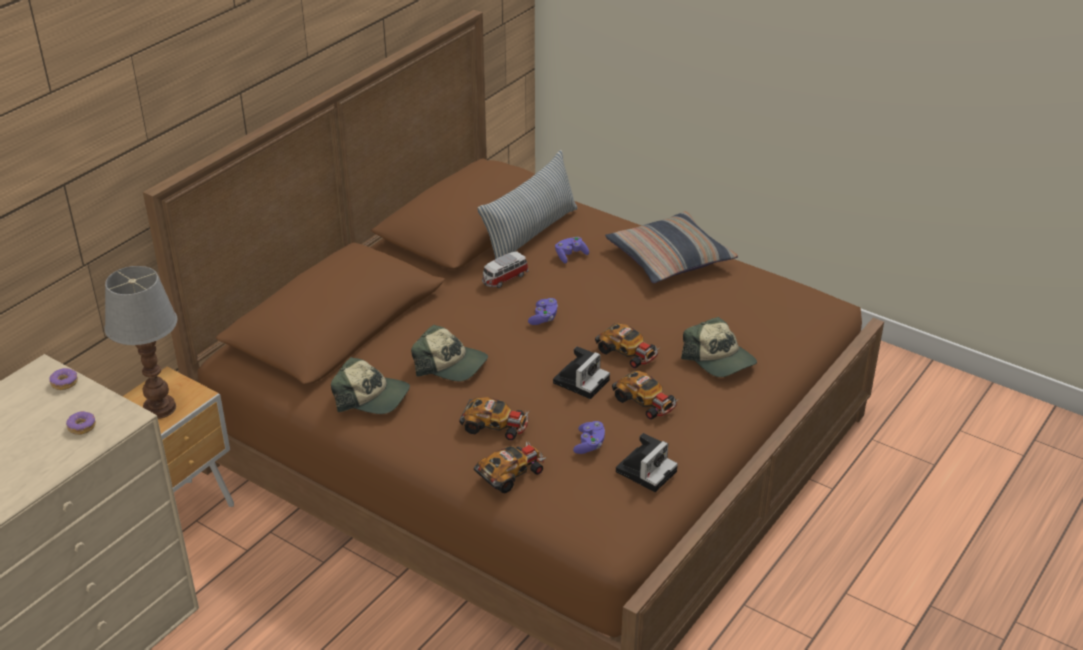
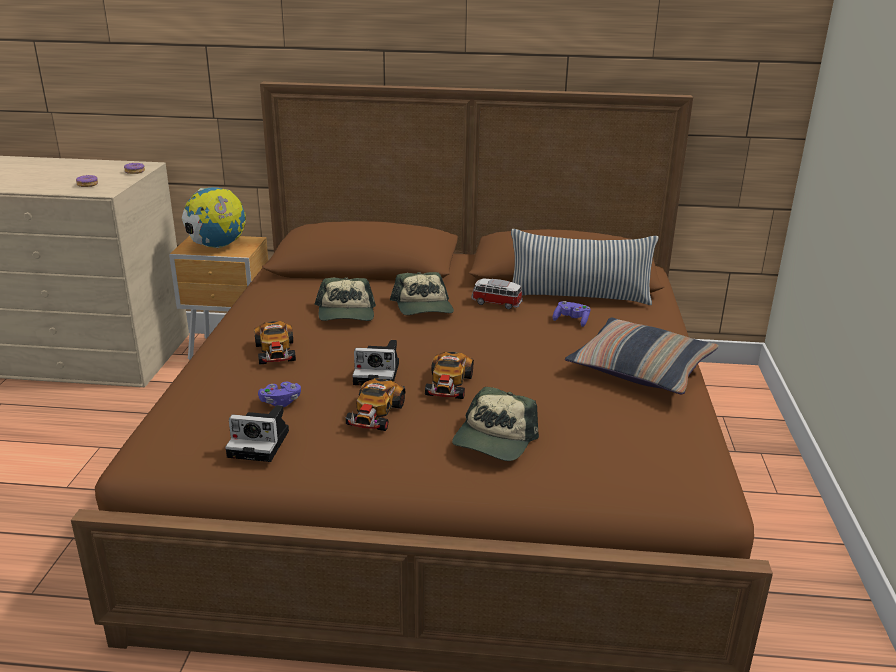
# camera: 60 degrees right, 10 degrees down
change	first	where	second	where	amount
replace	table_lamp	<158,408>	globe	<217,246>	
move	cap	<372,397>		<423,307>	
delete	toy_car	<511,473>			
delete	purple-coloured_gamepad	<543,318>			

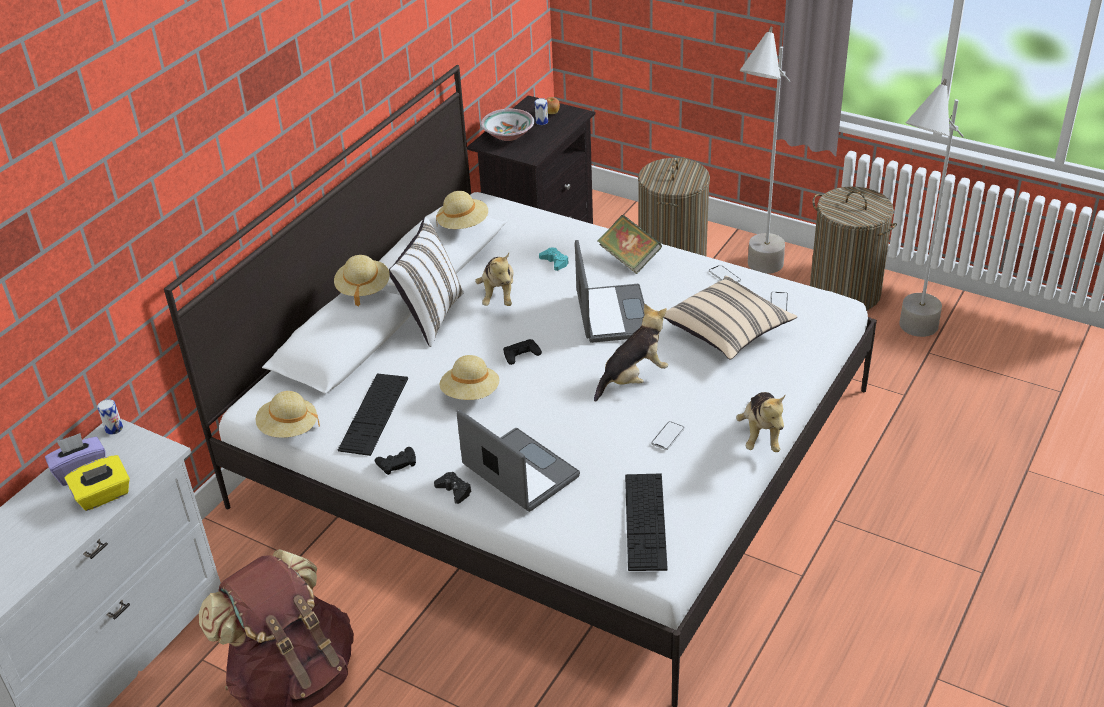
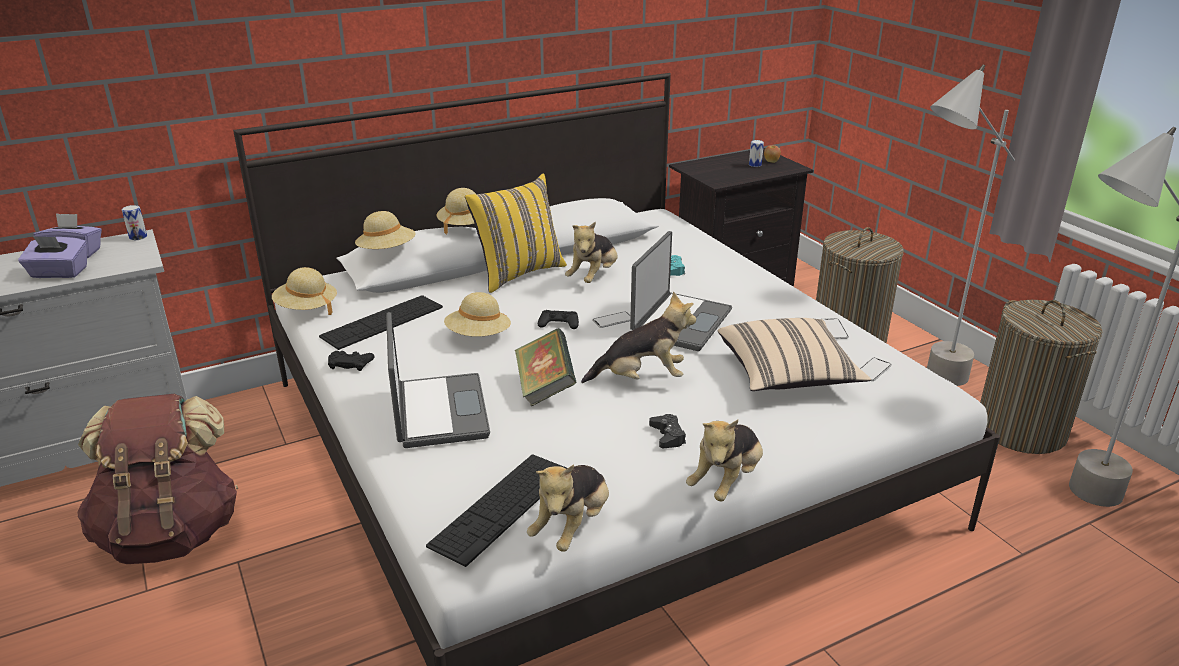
# camera: 30 degrees right, 10 degrees down
change	first	where	second	where	amount
recolor	yellowish_tissue_box	<103,496>	purple-coloured_tissue_box	<59,273>	
move	beige-coloured_hat	<463,225>		<387,251>	
recolor	white-coloured_throw_pillow	<430,316>	yellowish_throw_pillow	<518,273>	
move	volume	<629,259>		<545,387>	
insert			soft_toy	<572,526>	
move	telephone	<668,436>		<613,320>	
move	blackish_gamepad	<454,490>		<667,436>	
delete	deep_dish	<507,135>			

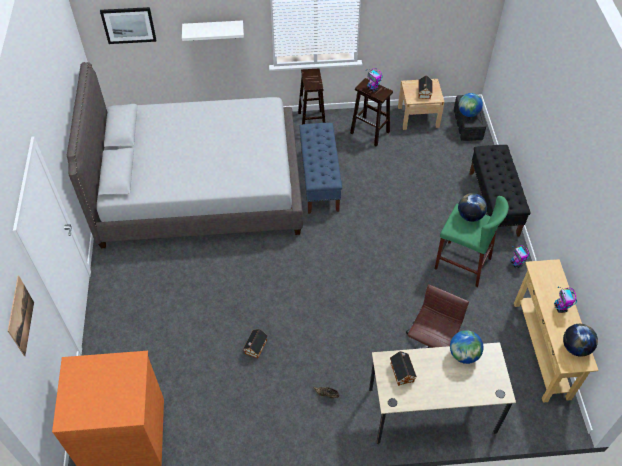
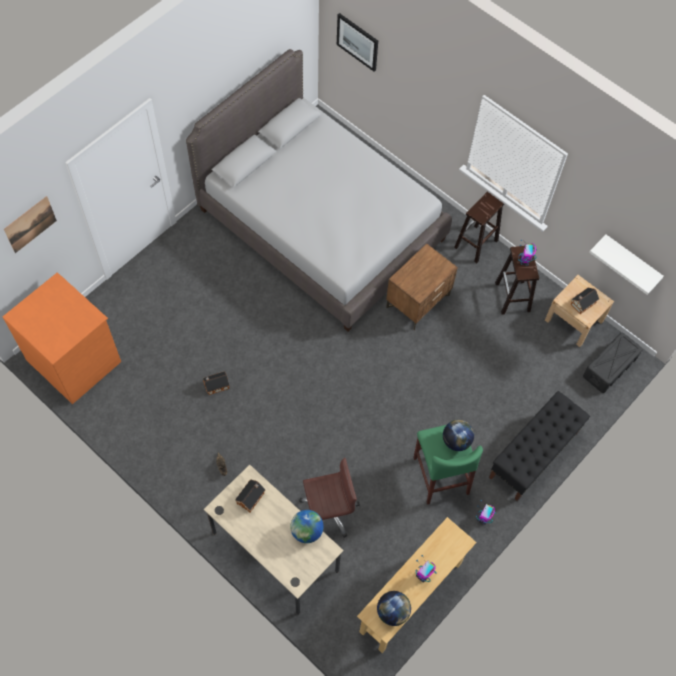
# camera: 45 degrees right, 10 degrees up
change	first	where	second	where	amount
replace	blue-coloured_long_seat	<319,180>	brownish_night_table	<418,301>	
move	white-coloured_wall_shelf	<213,30>		<631,261>	
delete	globe	<468,113>			

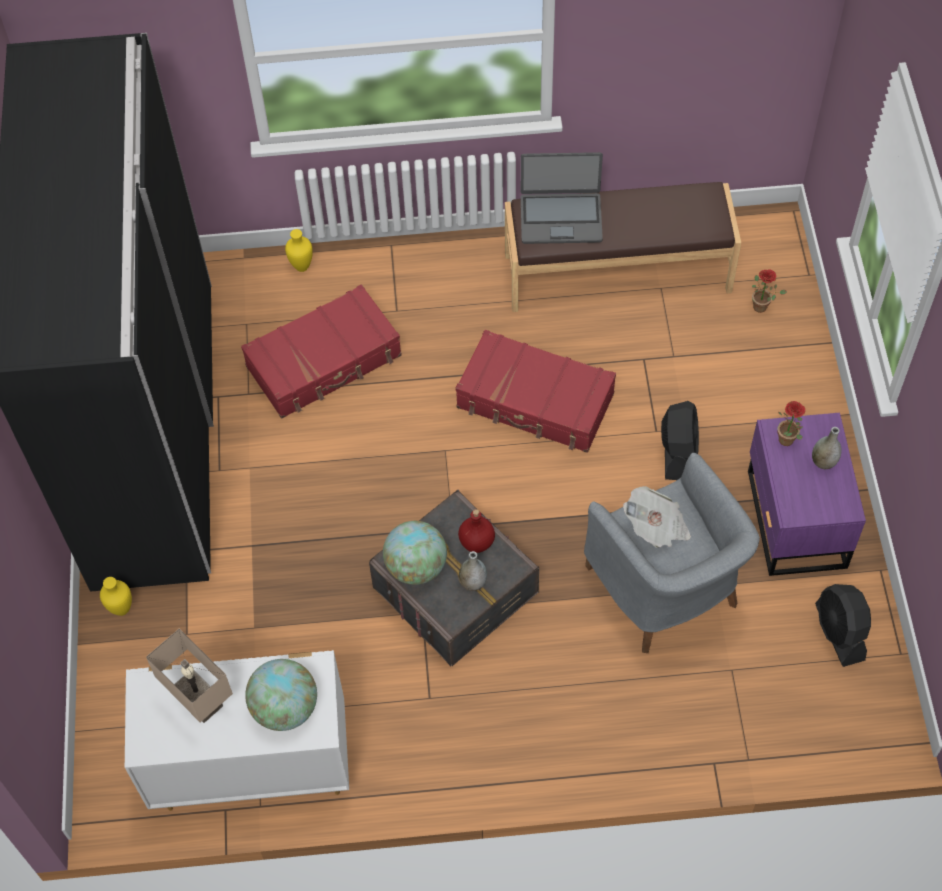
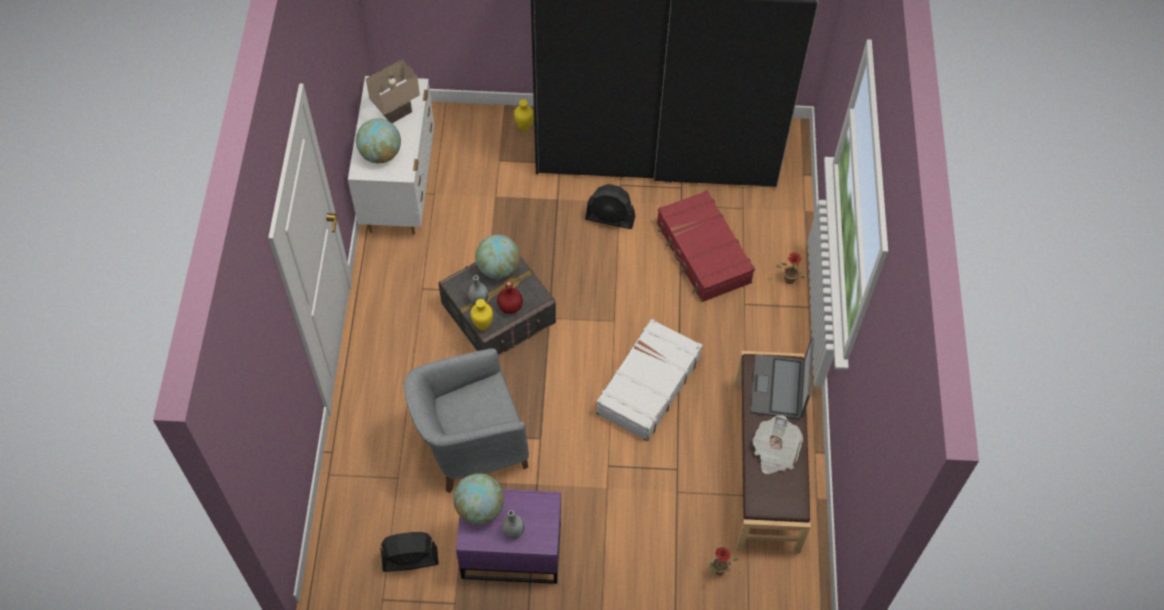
# camera: 95 degrees right, 0 degrees up
change	first	where	second	where	amount
insert			globe	<480,508>	
move	yellowish_vase	<302,266>		<483,326>	
move	blackish_electric_fan	<677,451>		<610,218>	
recolor	red-coloured_piece_of_luggage	<535,402>	white-coloured_piece_of_luggage	<647,386>	
move	printed_paper	<656,527>		<774,452>	
move	potted_plant	<788,442>		<787,280>	

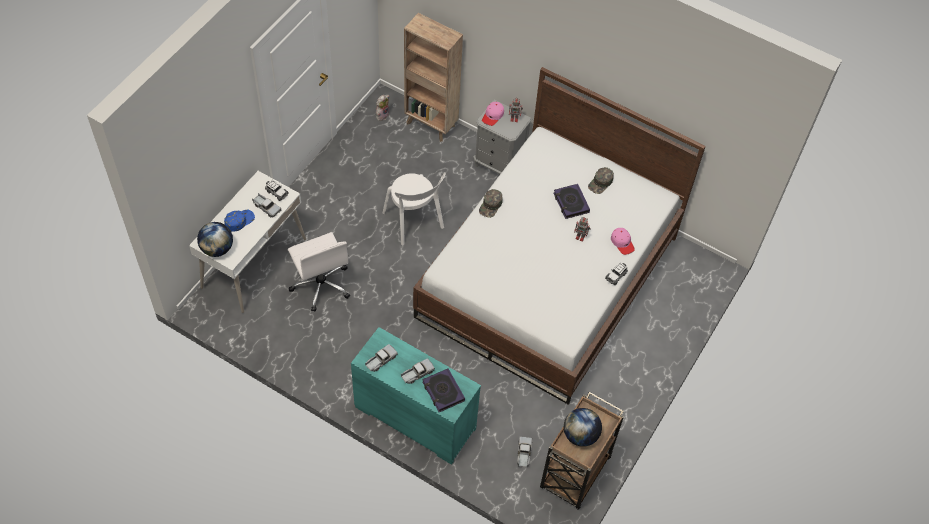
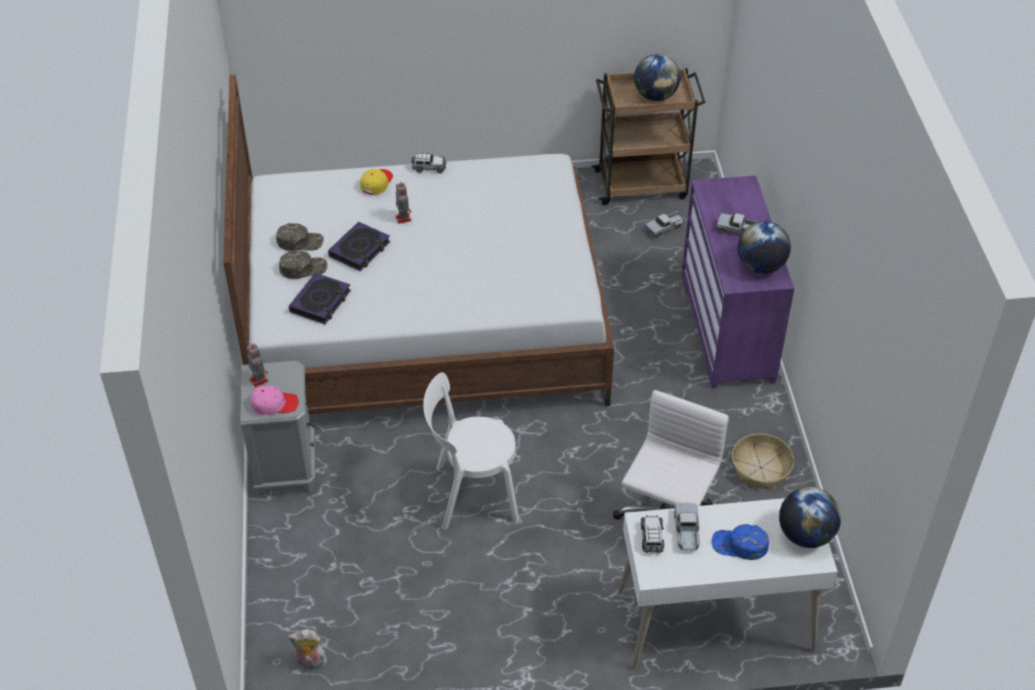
# camera: 125 degrees left, 10 degrees down
change	first	where	second	where	amount
move	green-coloured_cap	<491,205>		<303,268>	
move	volume	<443,392>		<320,302>	
recolor	pinkish_cap	<622,243>	yellowish_cap	<376,183>	
rotate	white-coloured_chair	<414,222>		<471,494>	120 degrees counterclockwise
recolor	turquoise_drawer_chest	<414,418>	purple-coloured_drawer_chest	<728,327>	
insert			storage_basket	<760,467>	
replace	model_truck	<381,360>	globe	<761,266>	
delete	brownish_bookcase	<431,125>			

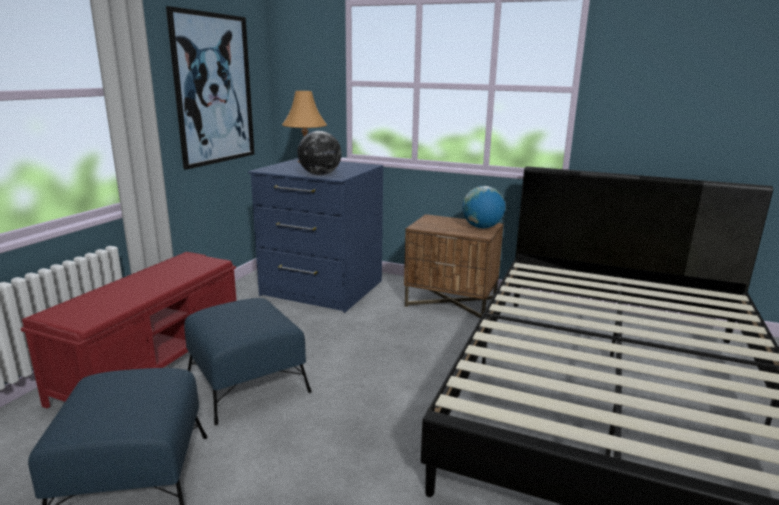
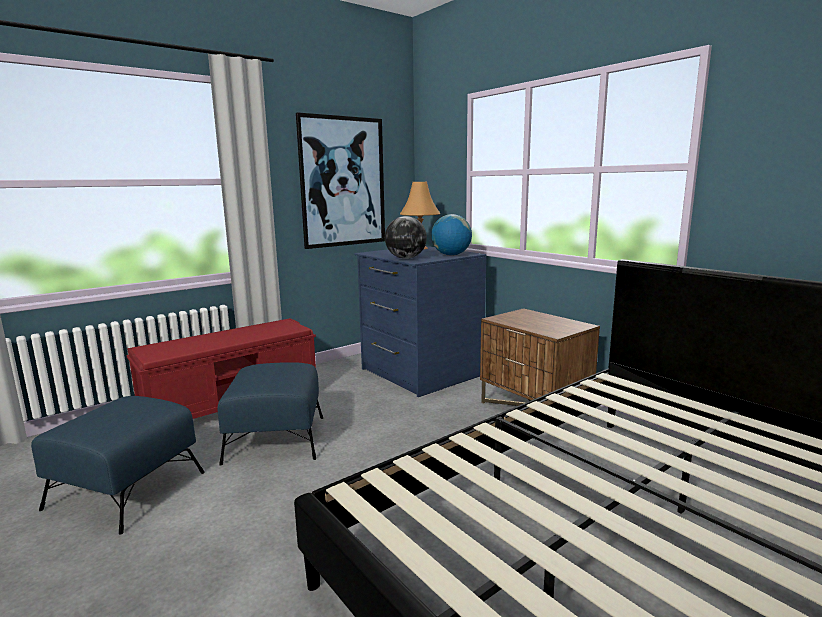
# camera: 30 degrees right, 5 degrees down
change	first	where	second	where	amount
move	globe	<481,227>		<451,255>	

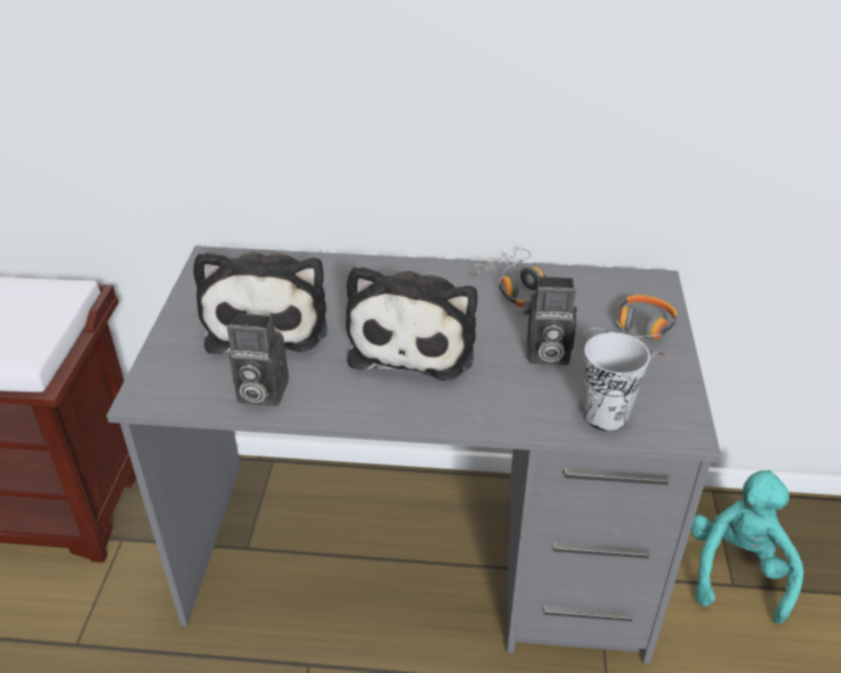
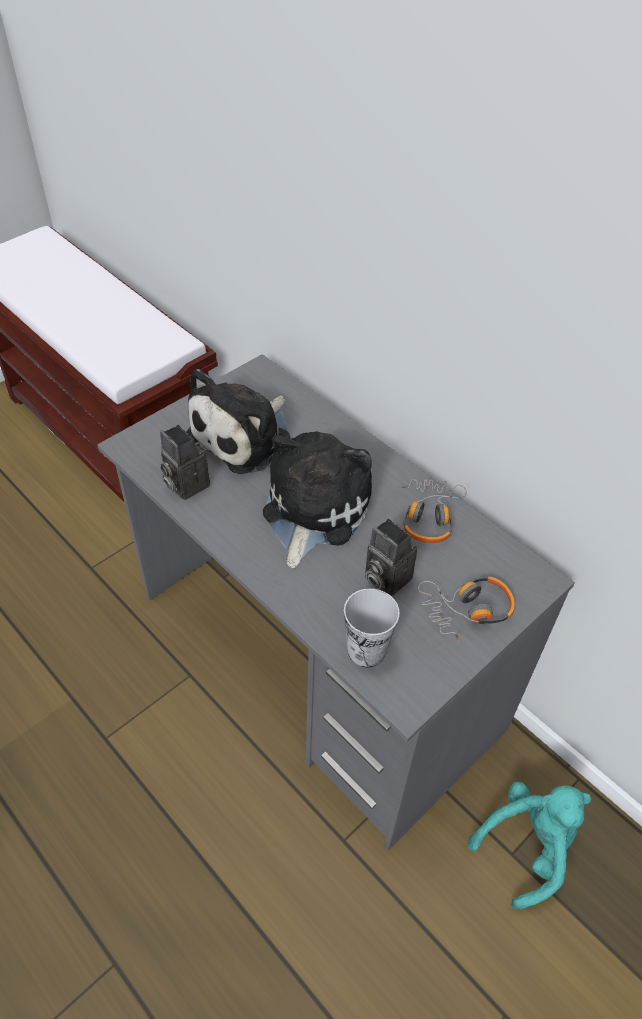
# camera: 40 degrees right, 10 degrees up
change	first	where	second	where	amount
rotate	soft_toy	<415,340>		<312,510>	150 degrees clockwise

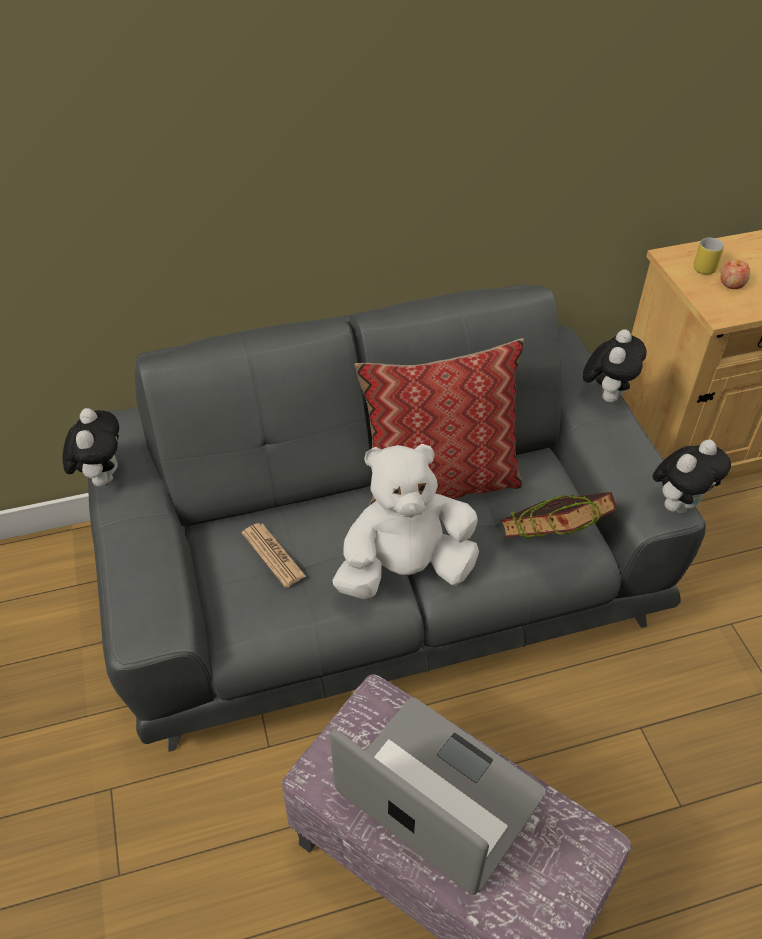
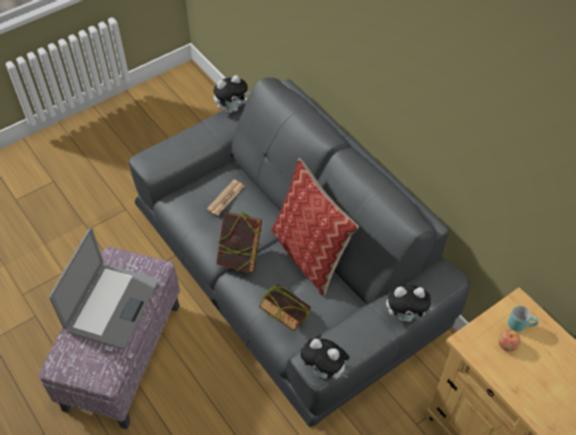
# camera: 70 degrees right, 5 degrees up
change	first	where	second	where	amount
replace	white-coloured_soft_toy	<405,569>	volume	<240,257>	
recolor	yellowish_mug	<704,265>	turquoise_mug	<520,324>	

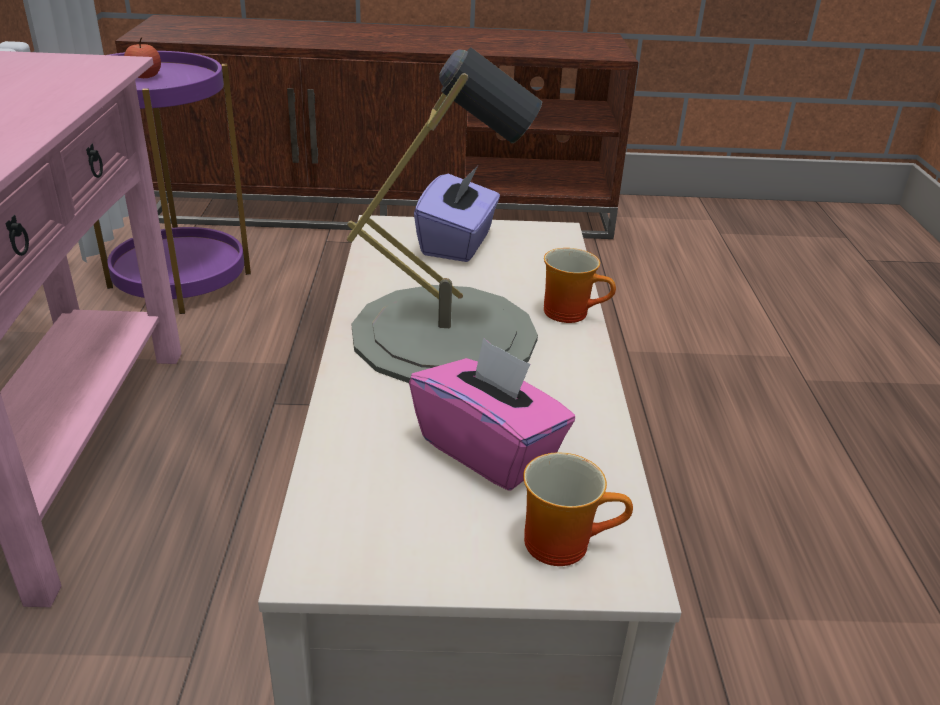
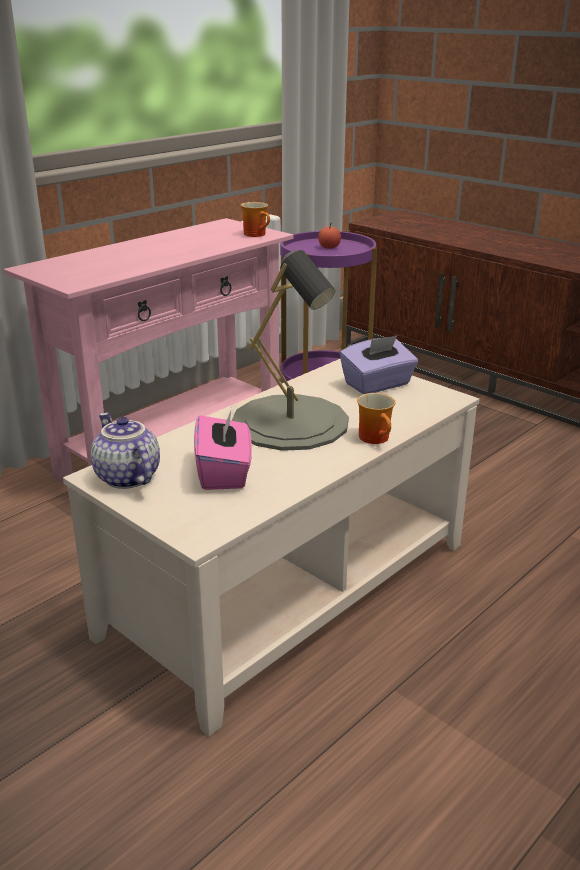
# camera: 45 degrees right, 5 degrees down
change	first	where	second	where	amount
insert			teapot	<125,477>	
move	mug	<564,540>		<257,234>	

